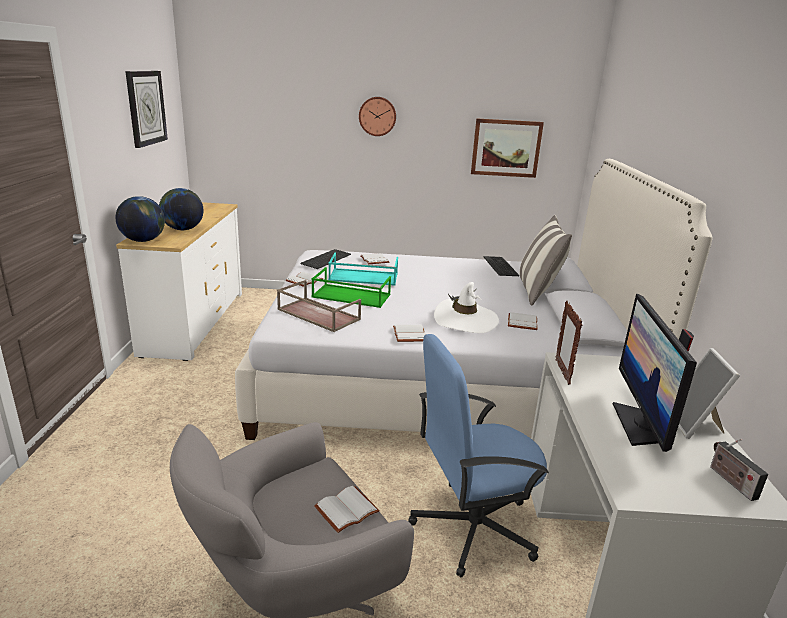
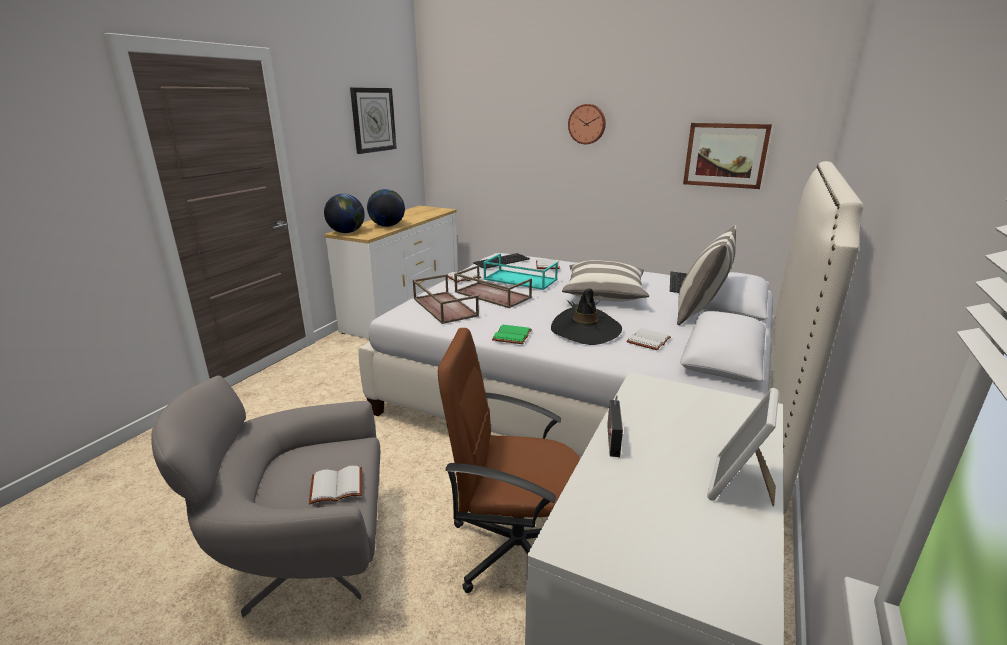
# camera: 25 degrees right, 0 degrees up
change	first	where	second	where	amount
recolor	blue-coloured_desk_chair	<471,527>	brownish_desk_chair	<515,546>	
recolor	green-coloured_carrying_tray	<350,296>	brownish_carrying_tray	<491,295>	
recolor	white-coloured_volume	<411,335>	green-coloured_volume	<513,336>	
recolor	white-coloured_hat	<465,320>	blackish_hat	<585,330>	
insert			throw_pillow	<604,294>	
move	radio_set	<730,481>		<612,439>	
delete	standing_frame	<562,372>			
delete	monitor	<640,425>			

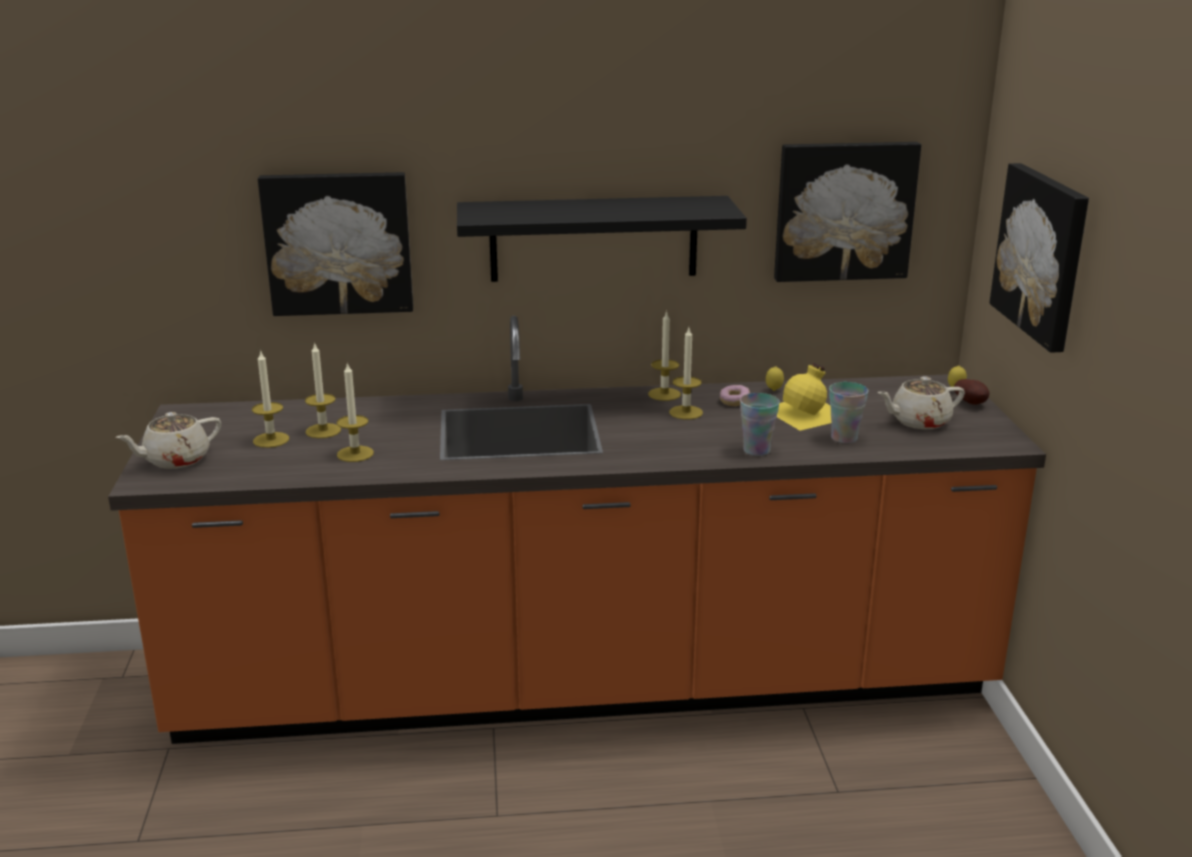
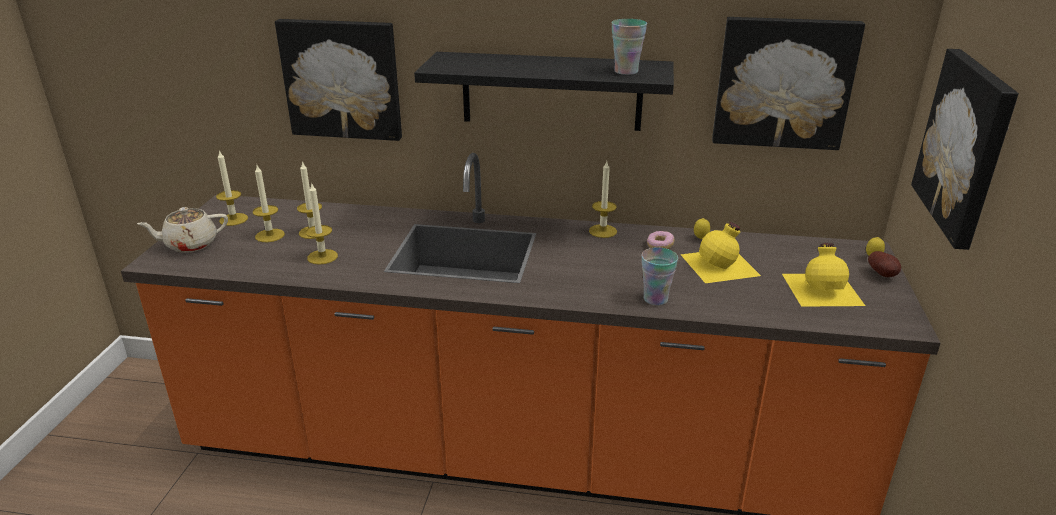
# camera: 15 degrees right, 5 degrees up
change	first	where	second	where	amount
move	wax_light	<686,412>		<233,219>	
move	drinking_cup	<844,438>		<626,71>	
replace	beige-coloured_teapot	<918,421>	yellowish_drink_bottle	<823,288>	

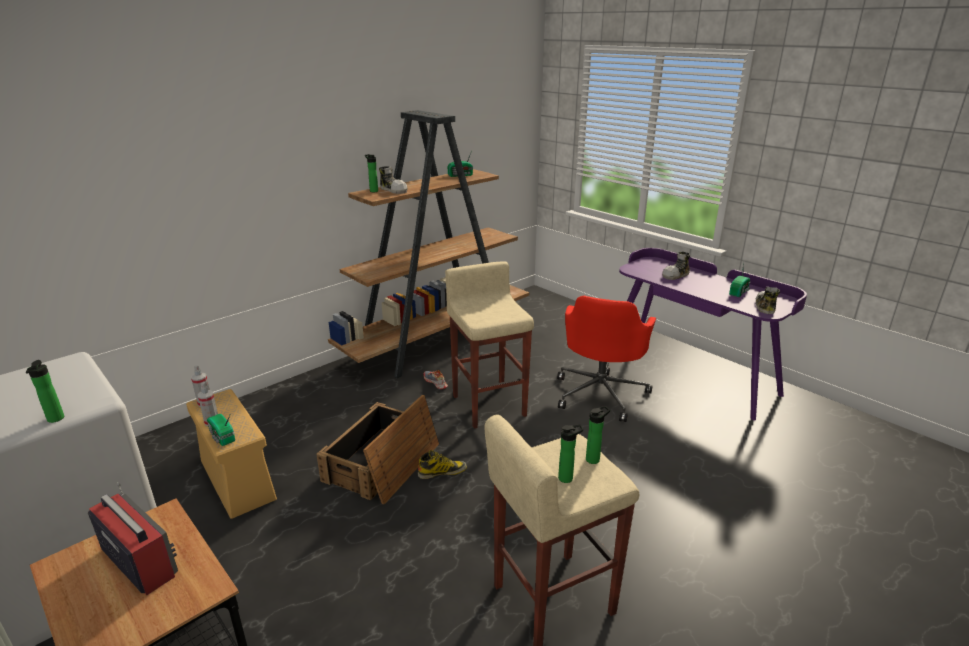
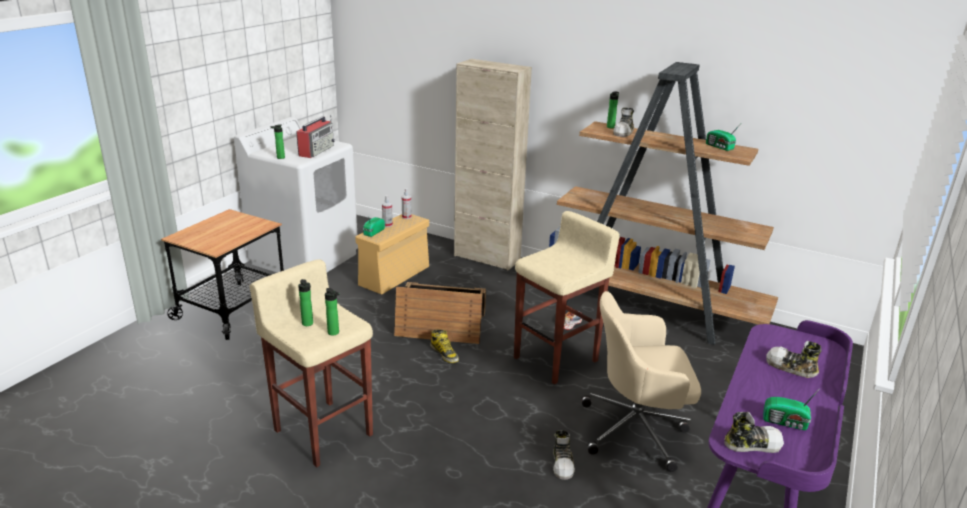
# camera: 70 degrees right, 0 degrees up
change	first	where	second	where	amount
move	radio_set	<139,561>		<317,150>	
insert			beige-coloured_storage_cabinet	<487,258>	
insert			low_shoe	<563,464>	
recolor	red-coloured_desk_chair	<601,393>	beige-coloured_desk_chair	<636,430>	

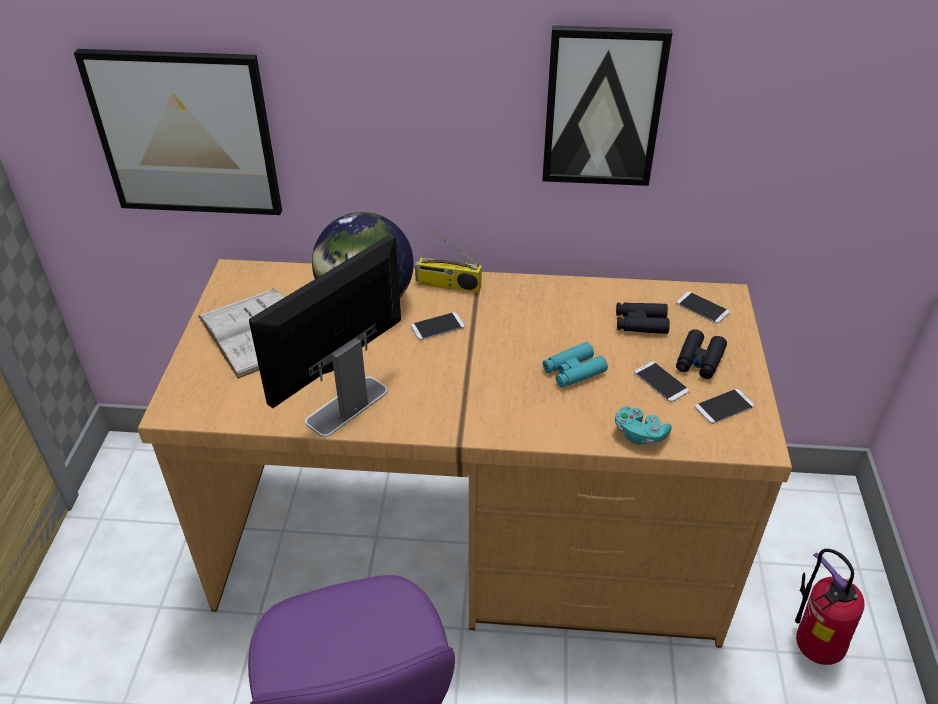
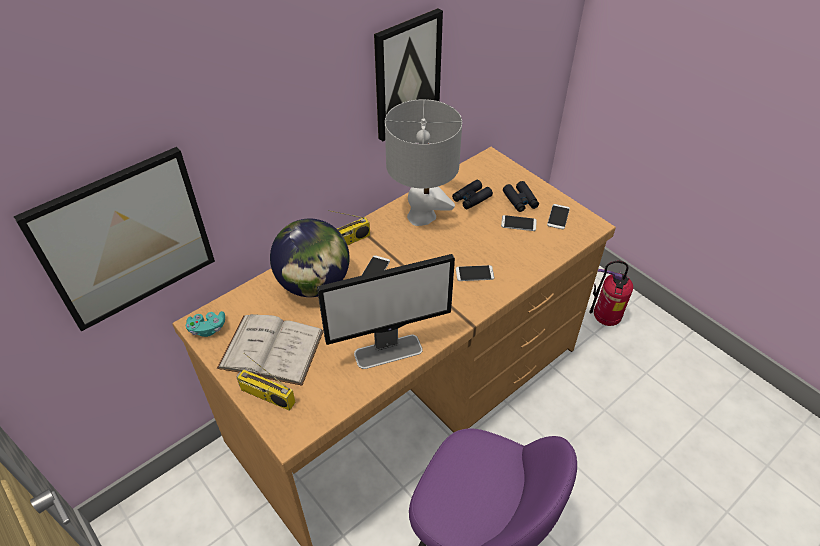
# camera: 45 degrees left, 5 degrees up
change	first	where	second	where	amount
move	turquoise_gamepad	<639,434>		<207,329>	
insert			radio_set	<266,396>	
rotate	monitor	<346,406>		<389,351>	105 degrees counterclockwise
insert			gray_table_lamp	<421,216>	
move	telephone	<702,308>		<474,273>	
delete	turquoise_field_glasses	<573,371>			

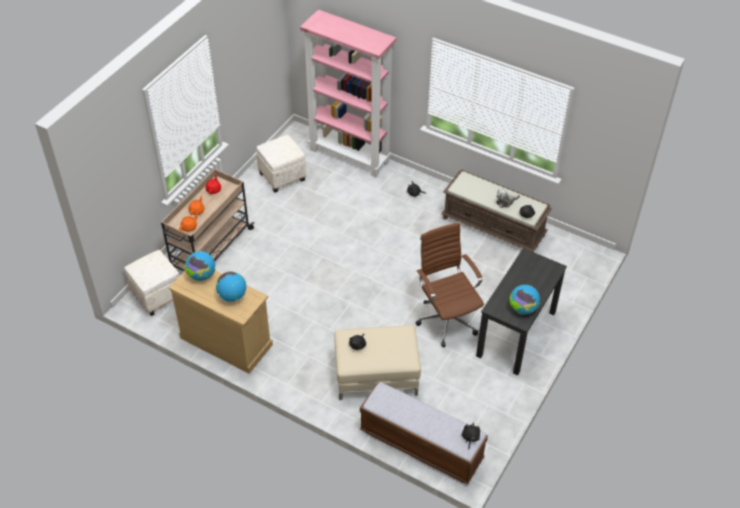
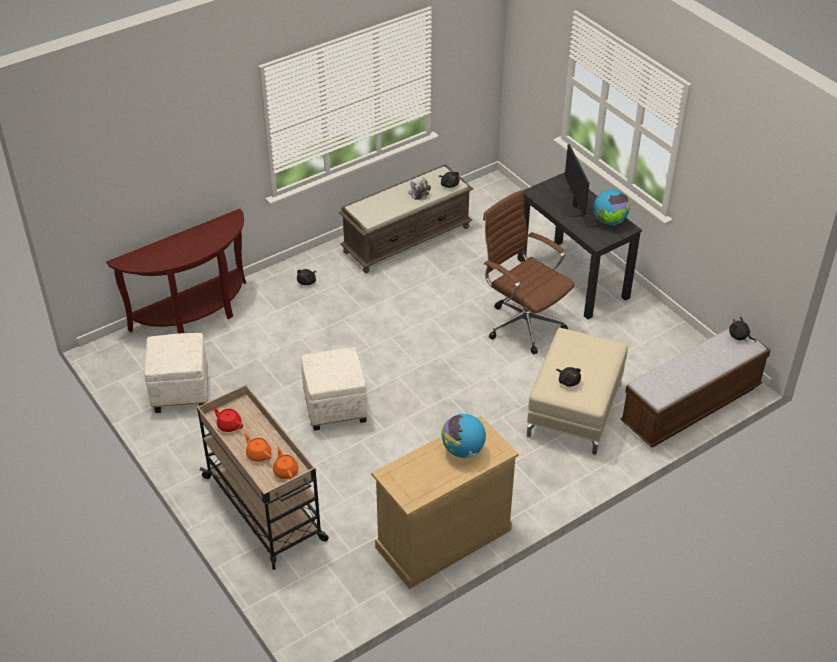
# camera: 65 degrees left, 5 degrees down
change	first	where	second	where	amount
replace	pinkish_bookcase	<350,155>	brownish_hall_table	<195,315>	
move	white-coloured_pouffe	<156,295>		<335,409>	
rotate	brownish_desk_chair	<446,319>		<522,324>	45 degrees clockwise
insert			monitor	<569,207>	
delete	globe	<201,275>			

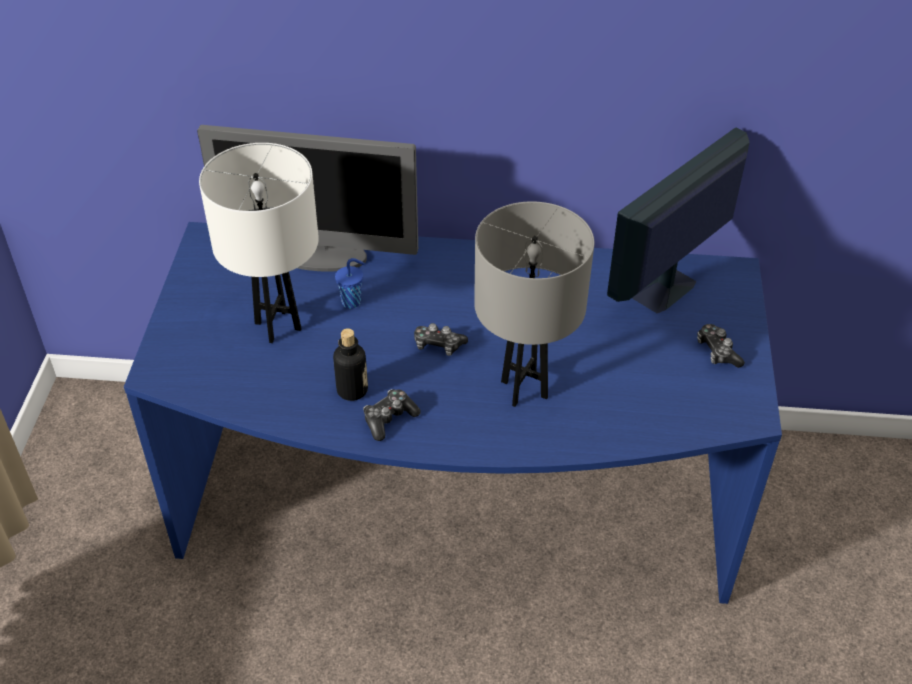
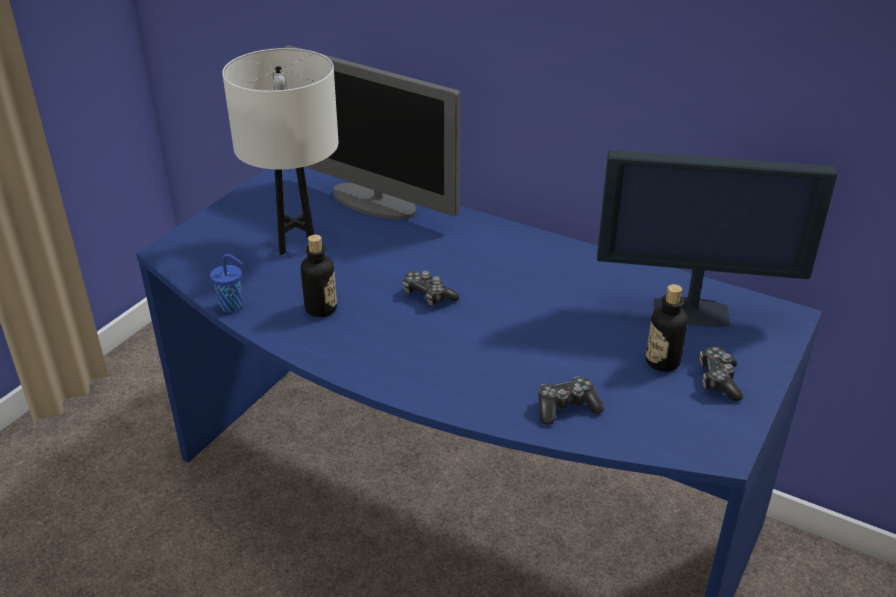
# camera: 25 degrees right, 10 degrees down
change	first	where	second	where	amount
move	blue-coloured_drinking_cup	<352,302>		<232,306>	
move	gamepad	<389,419>		<566,408>	
rotate	monitor	<663,290>		<693,311>	150 degrees counterclockwise
insert			drink_bottle	<662,362>	
delete	gray_table_lamp	<523,389>			

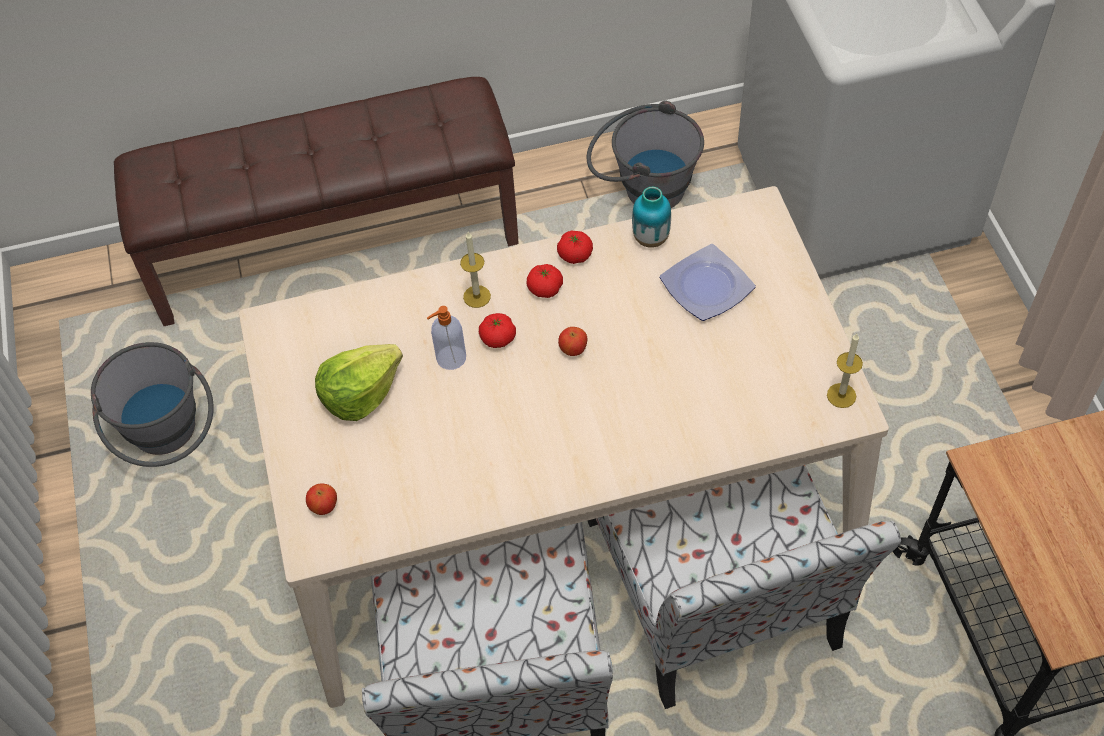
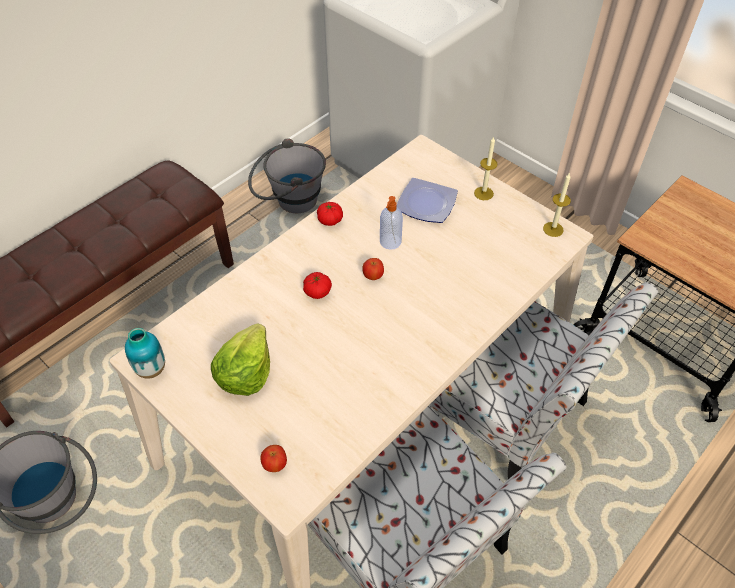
# camera: 35 degrees left, 5 degrees down
change	first	where	second	where	amount
move	vase	<650,238>		<151,369>	
move	soap_dispenser	<450,358>		<390,242>	
move	wax_light	<477,296>		<483,193>	
delete	fresh_tomato	<545,288>			

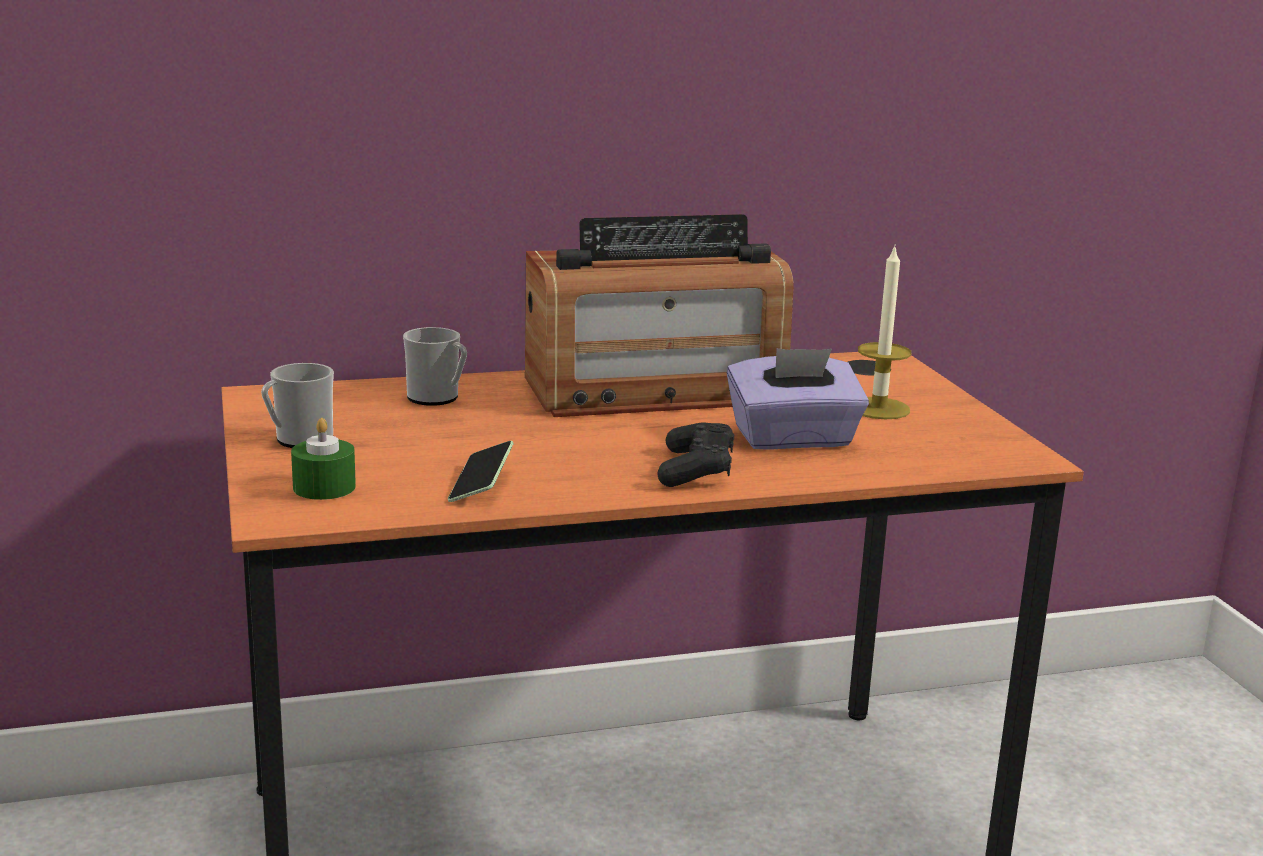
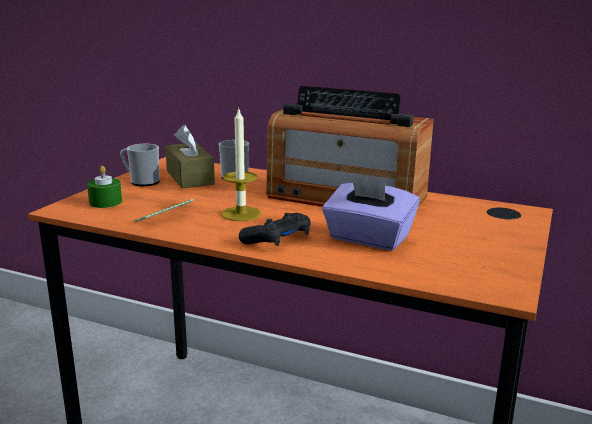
# camera: 40 degrees right, 0 degrees up
change	first	where	second	where	amount
insert			brownish_tissue_box	<190,177>	
move	wax_light	<878,408>		<241,214>	

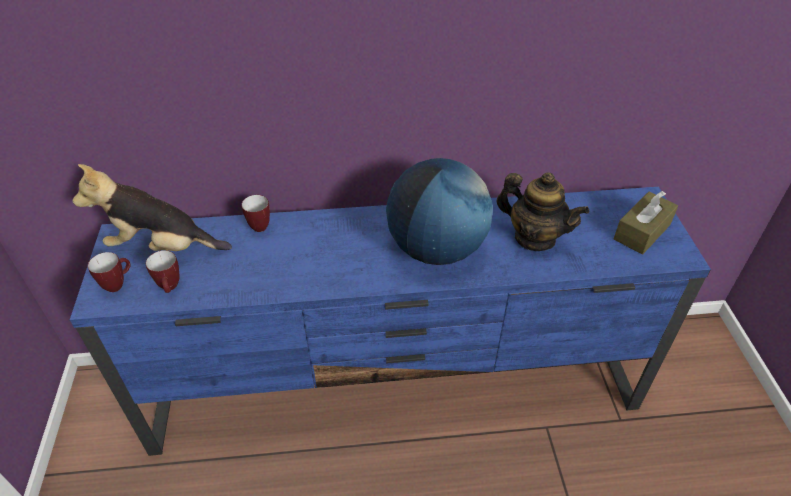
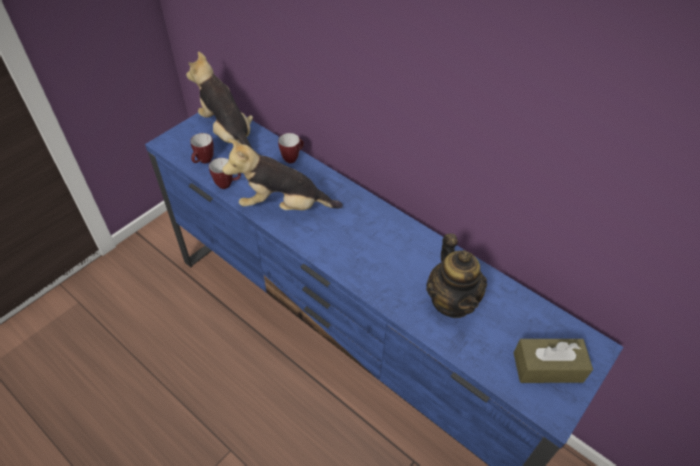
# camera: 45 degrees right, 5 degrees up
change	first	where	second	where	amount
move	mug	<118,284>		<227,184>	
insert			soft_toy	<284,206>	
delete	globe	<436,249>			

